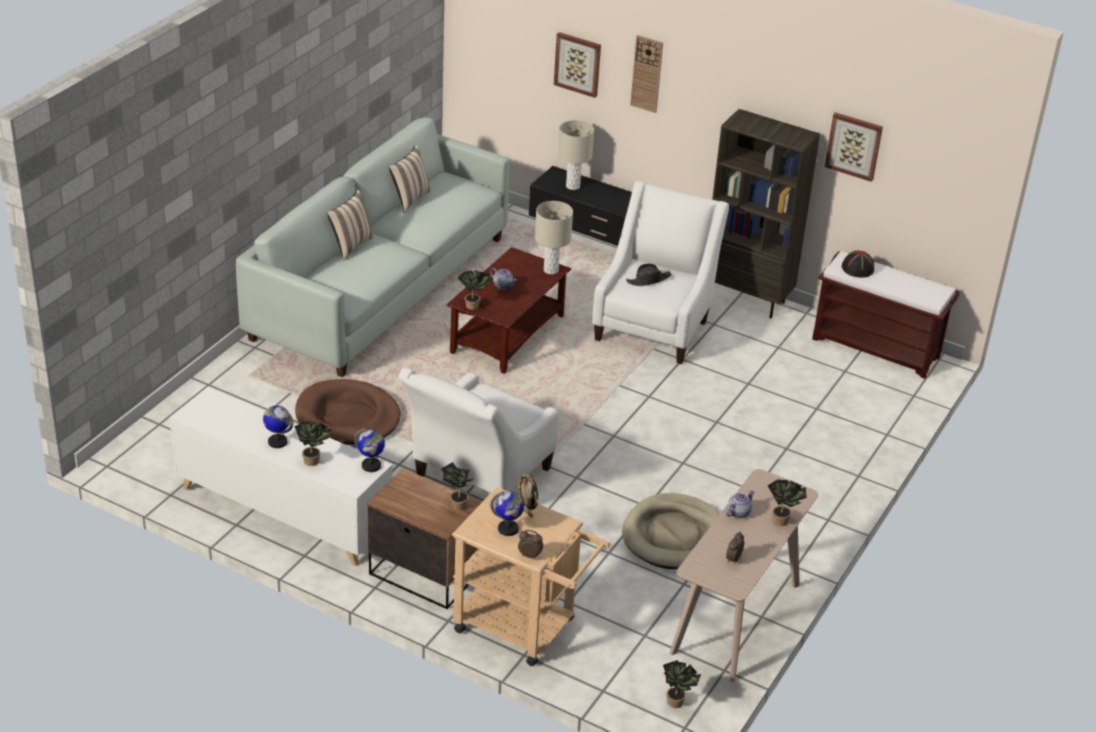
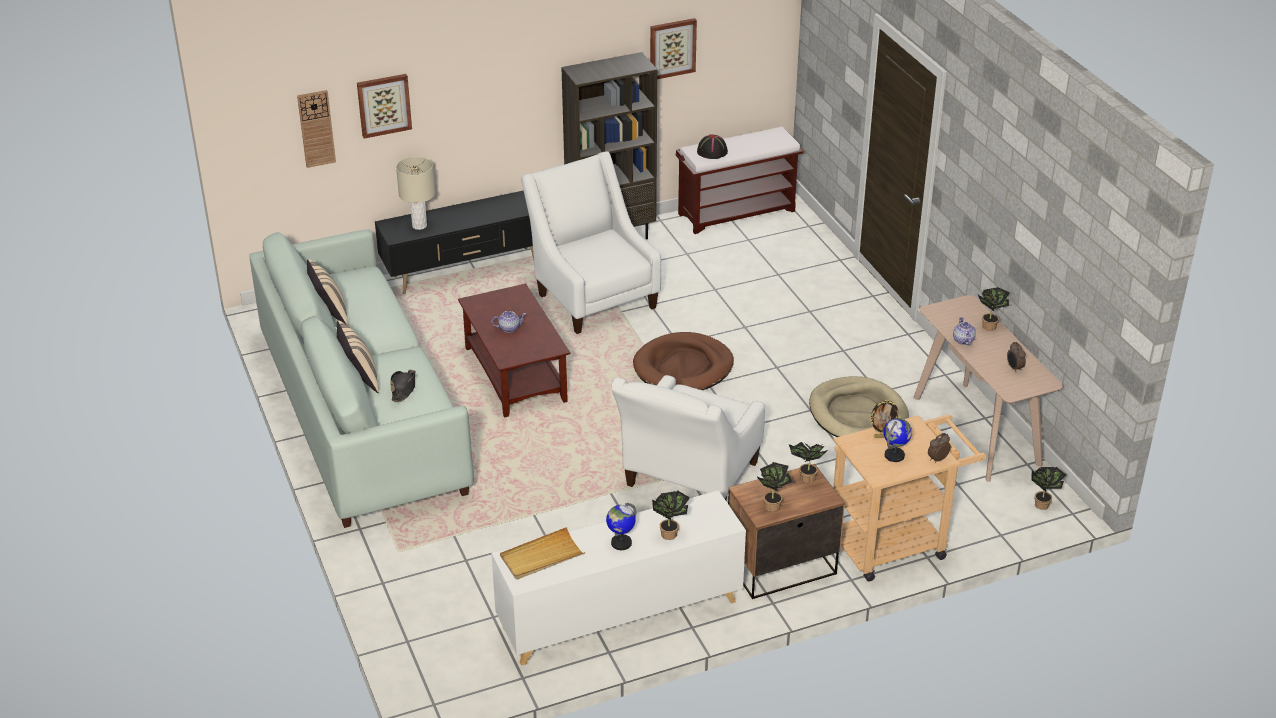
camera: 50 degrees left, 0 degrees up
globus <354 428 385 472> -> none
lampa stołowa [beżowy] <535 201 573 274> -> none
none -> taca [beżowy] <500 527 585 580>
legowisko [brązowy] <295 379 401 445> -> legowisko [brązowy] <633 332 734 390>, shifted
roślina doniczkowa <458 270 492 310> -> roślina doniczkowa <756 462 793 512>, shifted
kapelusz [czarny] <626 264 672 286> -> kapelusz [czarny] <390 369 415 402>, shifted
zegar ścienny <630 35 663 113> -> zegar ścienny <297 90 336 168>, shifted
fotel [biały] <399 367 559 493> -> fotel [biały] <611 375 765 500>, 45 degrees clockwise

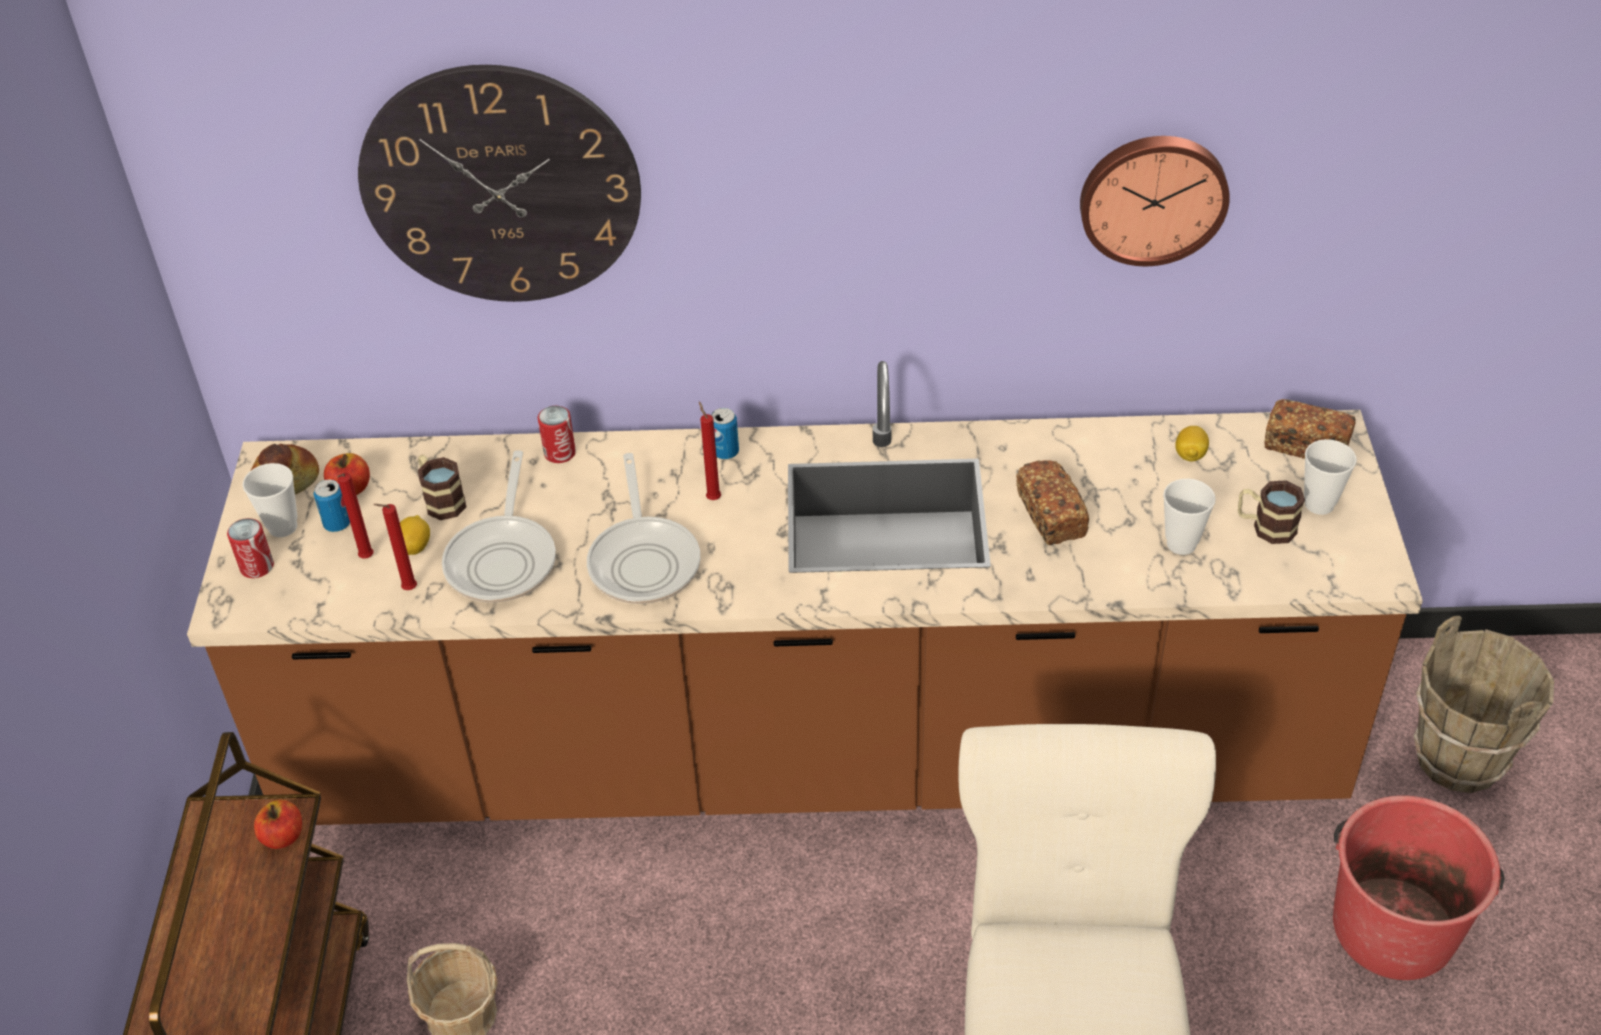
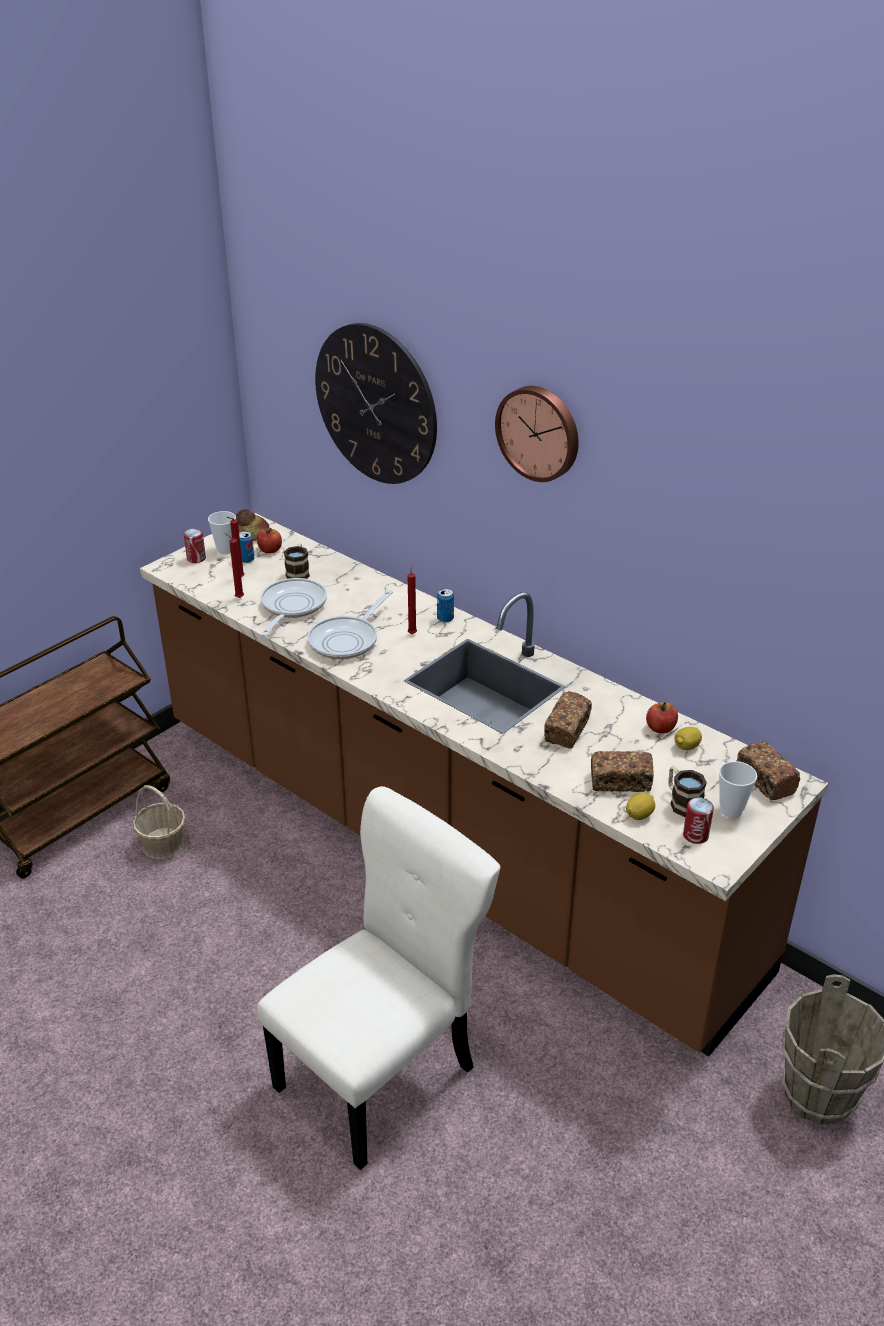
camera: 40 degrees right, 10 degrees down
wiadro [czerwony] <1333 795 1505 980> -> none
jabłko <254 800 302 849> -> jabłko <646 702 678 734>, shifted
cytryna <400 515 430 555> -> cytryna <626 793 655 820>, shifted
puszka <538 406 576 463> -> puszka <683 797 714 844>, shifted
zegar ścienny <1080 136 1230 266> -> zegar ścienny <495 386 579 482>, shifted
filiżanka <1163 479 1216 555> -> chleb <591 751 654 792>
patelnia <442 450 556 603> -> patelnia <260 578 327 637>, 150 degrees clockwise

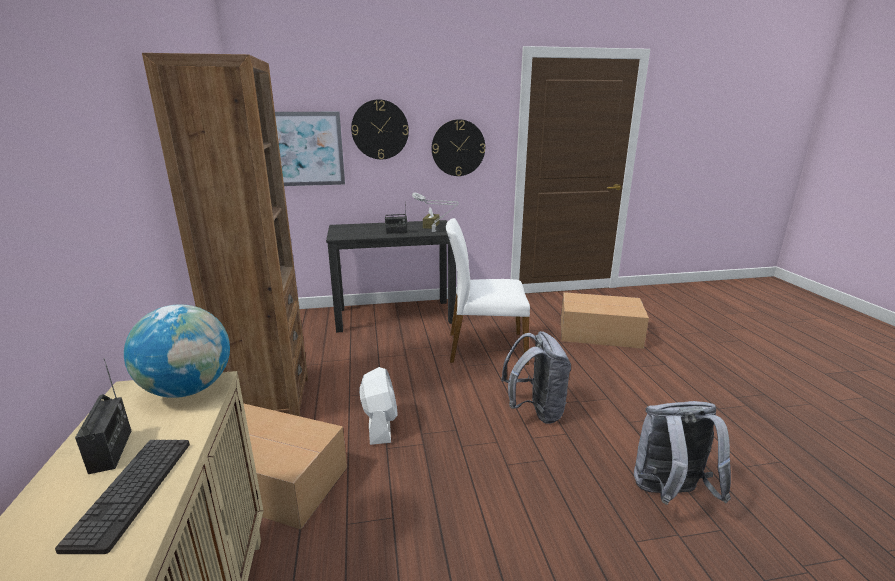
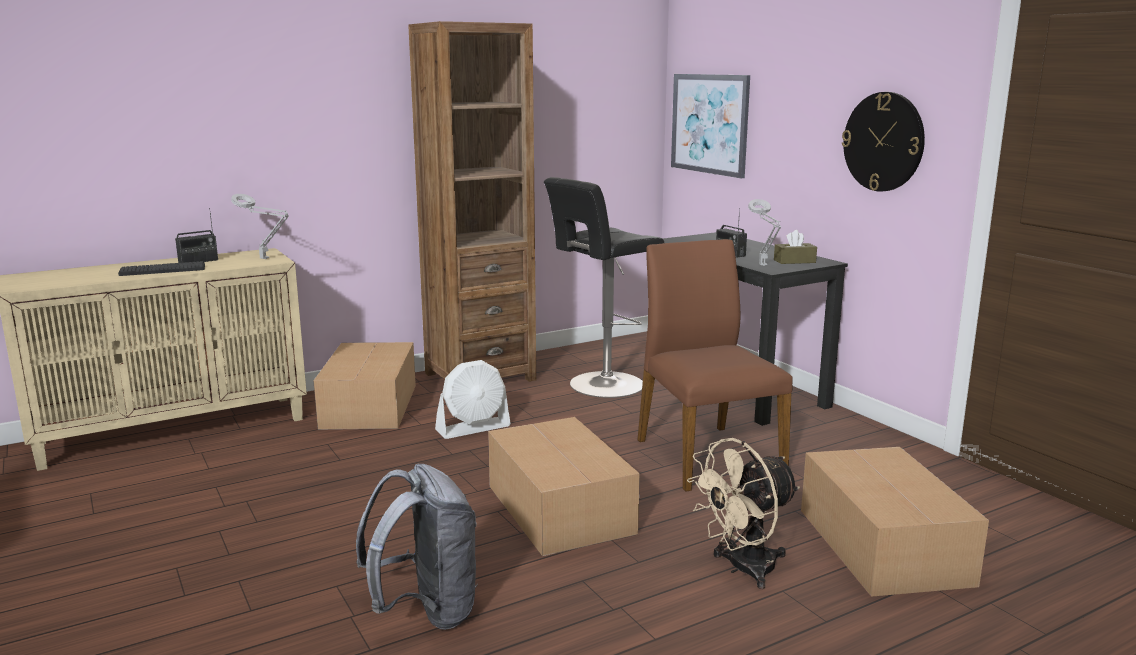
camera: 70 degrees right, 5 degrees down
zegar ścienny <351 99 409 159> -> none
none -> stołek [czarny] <544 177 664 398>
none -> wentylator [beżowy] <687 438 800 589>
globus <124 304 230 398> -> lampa stołowa [szary] <231 194 289 259>
plecak [szary] <501 331 571 424> -> karton <488 417 640 556>
krzesło [biały] <446 218 530 365> -> krzesło [brązowy] <637 239 793 492>

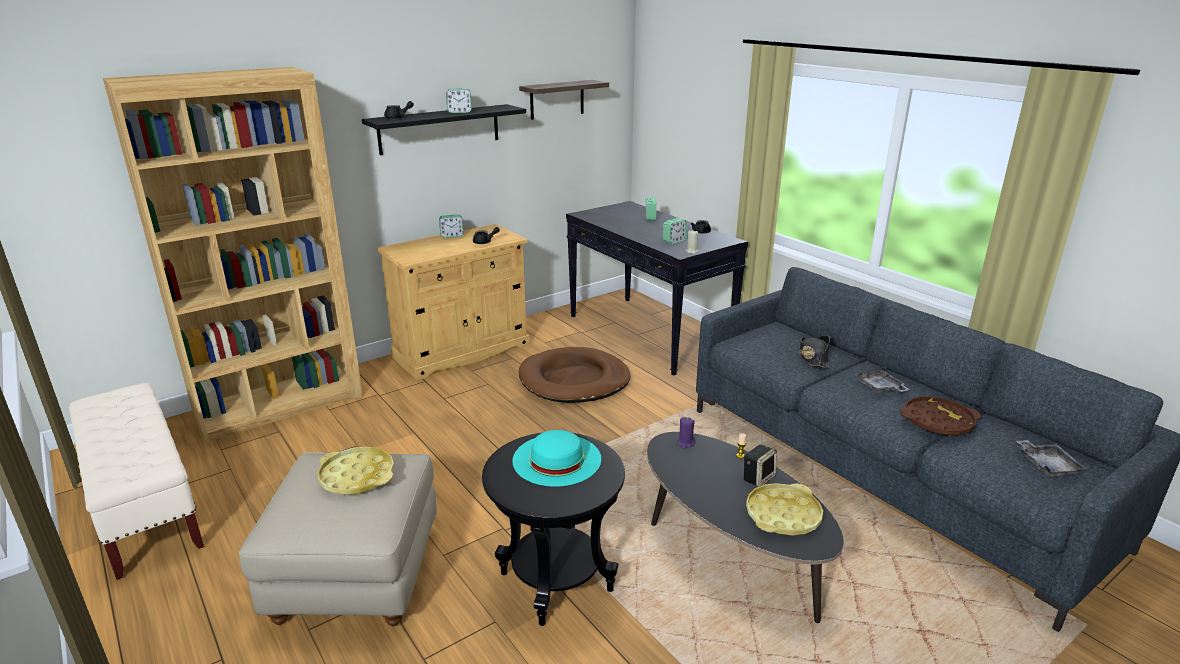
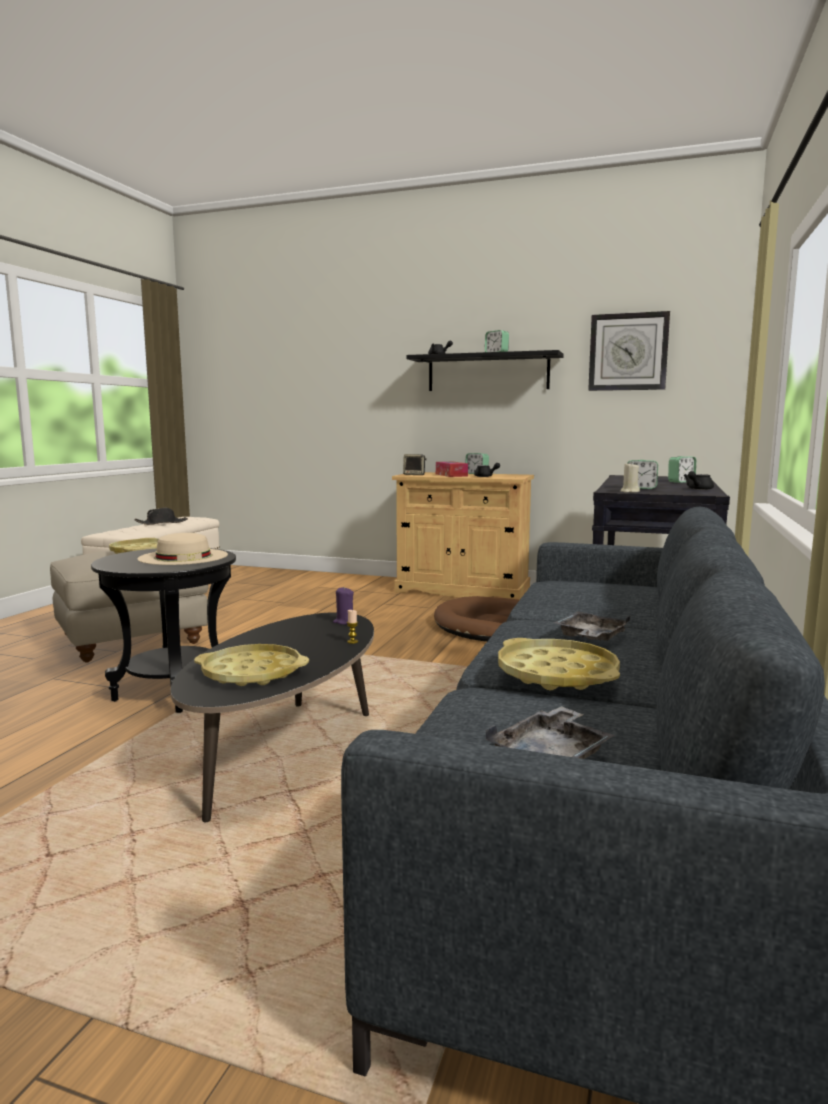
camera: 55 degrees right, 15 degrees down
regał [brązowy] <103 67 363 442> -> none
none -> pudełko chusteczek <436 462 468 477>
głośnik <743 444 777 487> -> głośnik <403 454 427 475>, shifted
kapelusz [czarny] <799 336 830 368> -> kapelusz [czarny] <134 508 188 525>, shifted
półka <519 80 609 120> -> zegar ścienny <588 311 670 391>
kapelusz [turkusowy] <512 430 601 487> -> kapelusz [beżowy] <138 533 228 565>
taca [brązowy] <899 396 981 435> -> taca [żółty] <498 638 620 690>

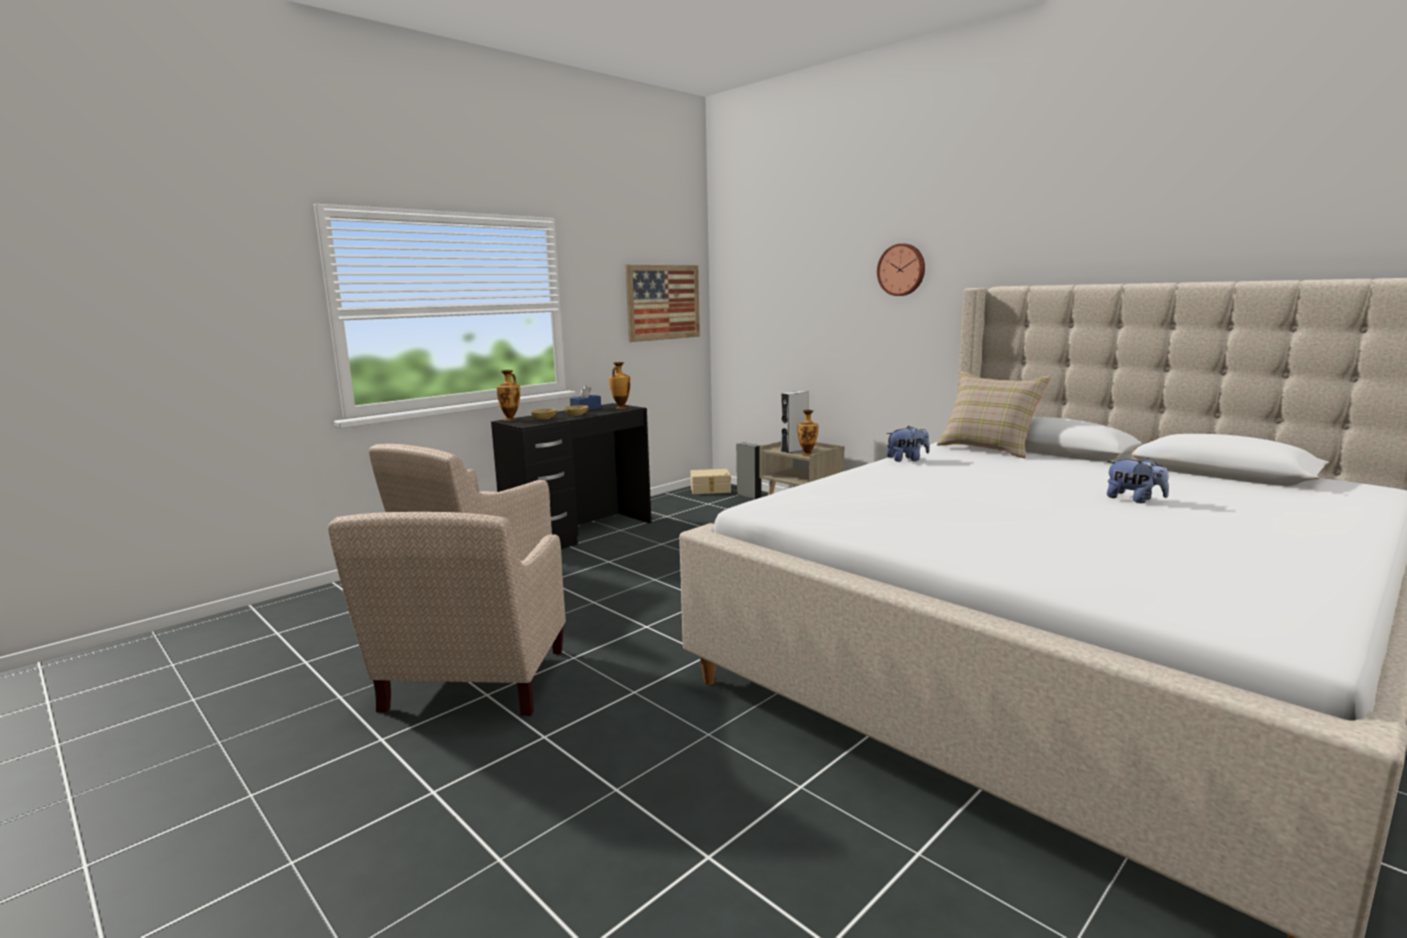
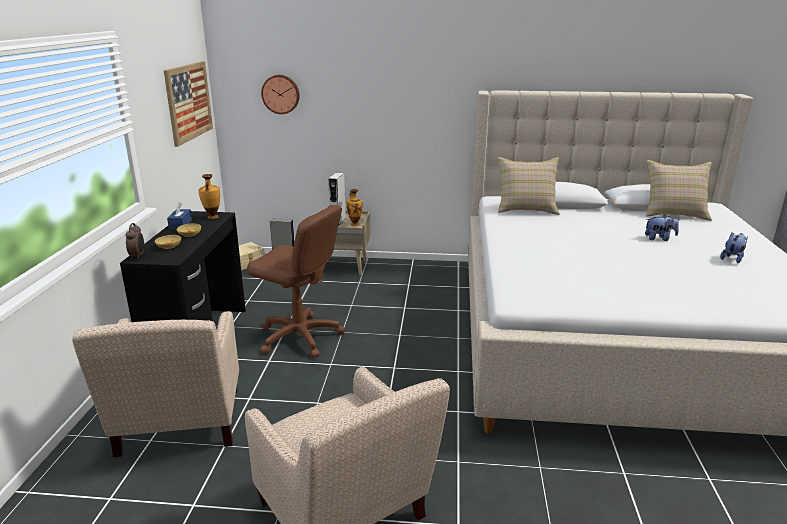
camera: 40 degrees left, 10 degrees up
none -> krzesło biurowe [brązowy] <247 205 345 358>
none -> poduszka [beżowy] <646 160 712 221>
zegar ścienny <877 243 925 296> -> zegar ścienny <261 75 300 114>, shifted
pluszak <886 426 930 462> -> pluszak <720 233 748 264>, shifted
wazon <496 370 520 421> -> budzik <126 223 144 259>

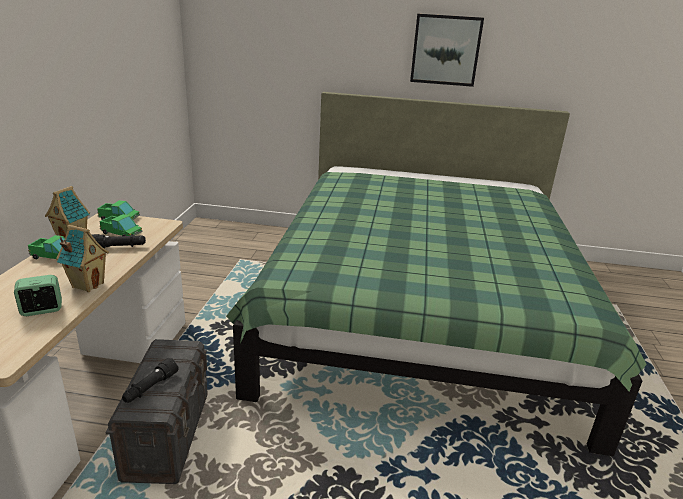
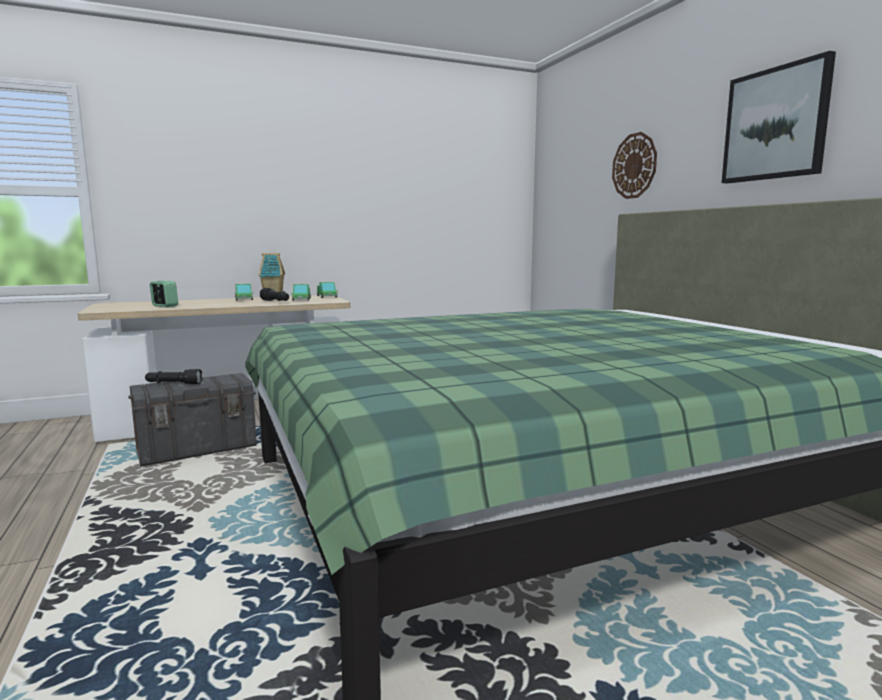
camera: 60 degrees right, 15 degrees down
domek <56 225 109 292> -> none
none -> zegar ścienny <612 132 657 199>

